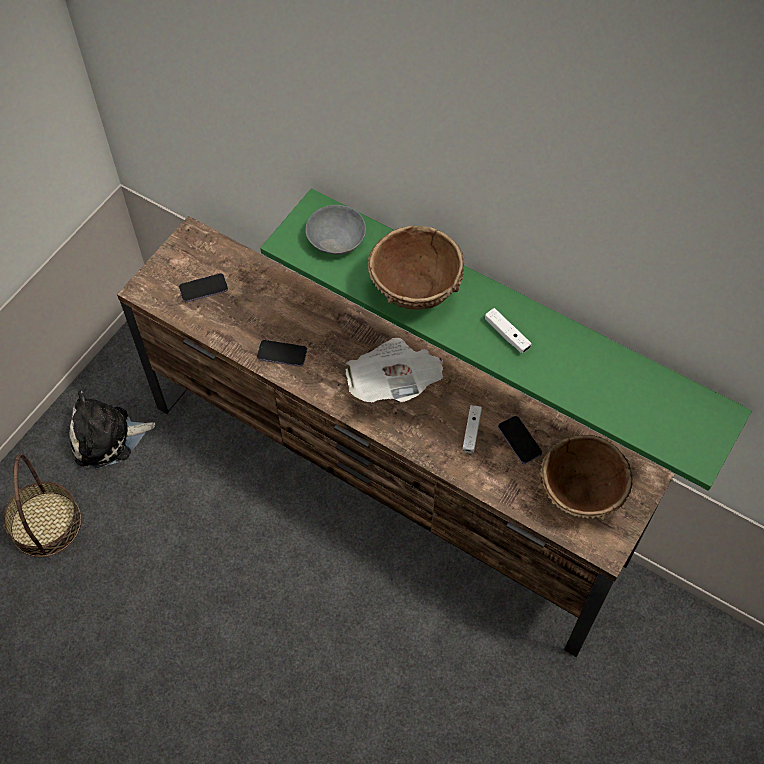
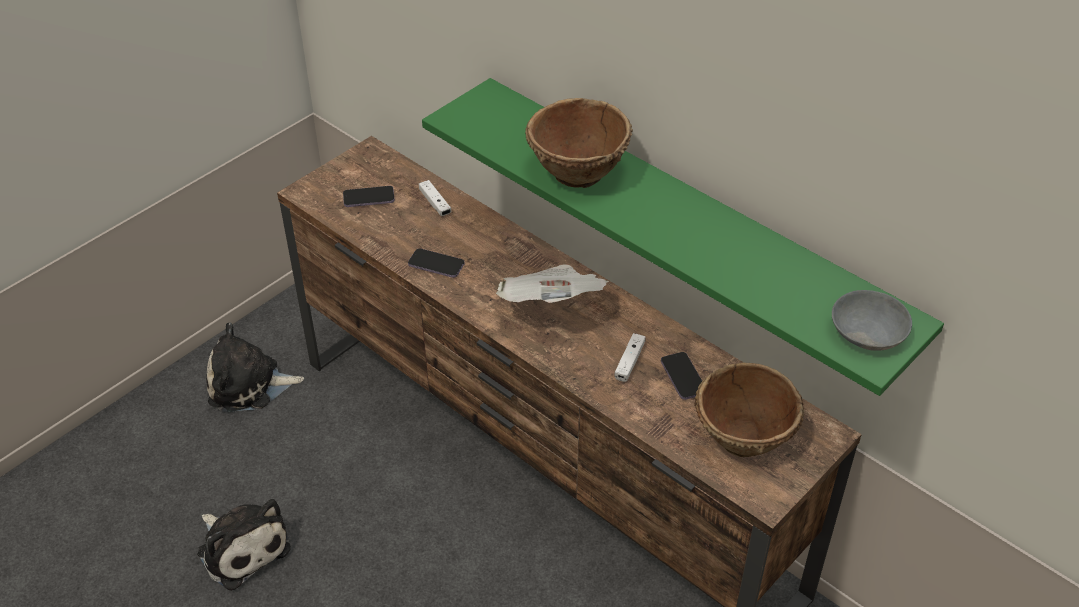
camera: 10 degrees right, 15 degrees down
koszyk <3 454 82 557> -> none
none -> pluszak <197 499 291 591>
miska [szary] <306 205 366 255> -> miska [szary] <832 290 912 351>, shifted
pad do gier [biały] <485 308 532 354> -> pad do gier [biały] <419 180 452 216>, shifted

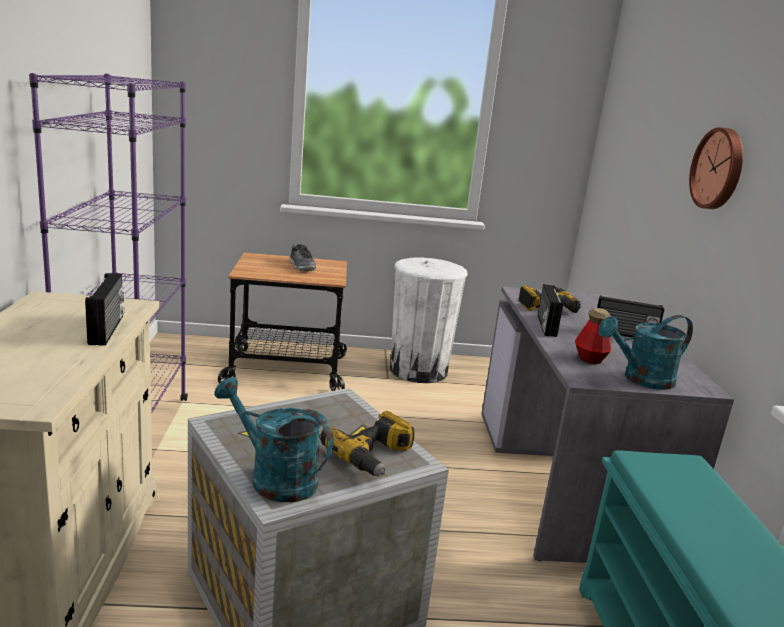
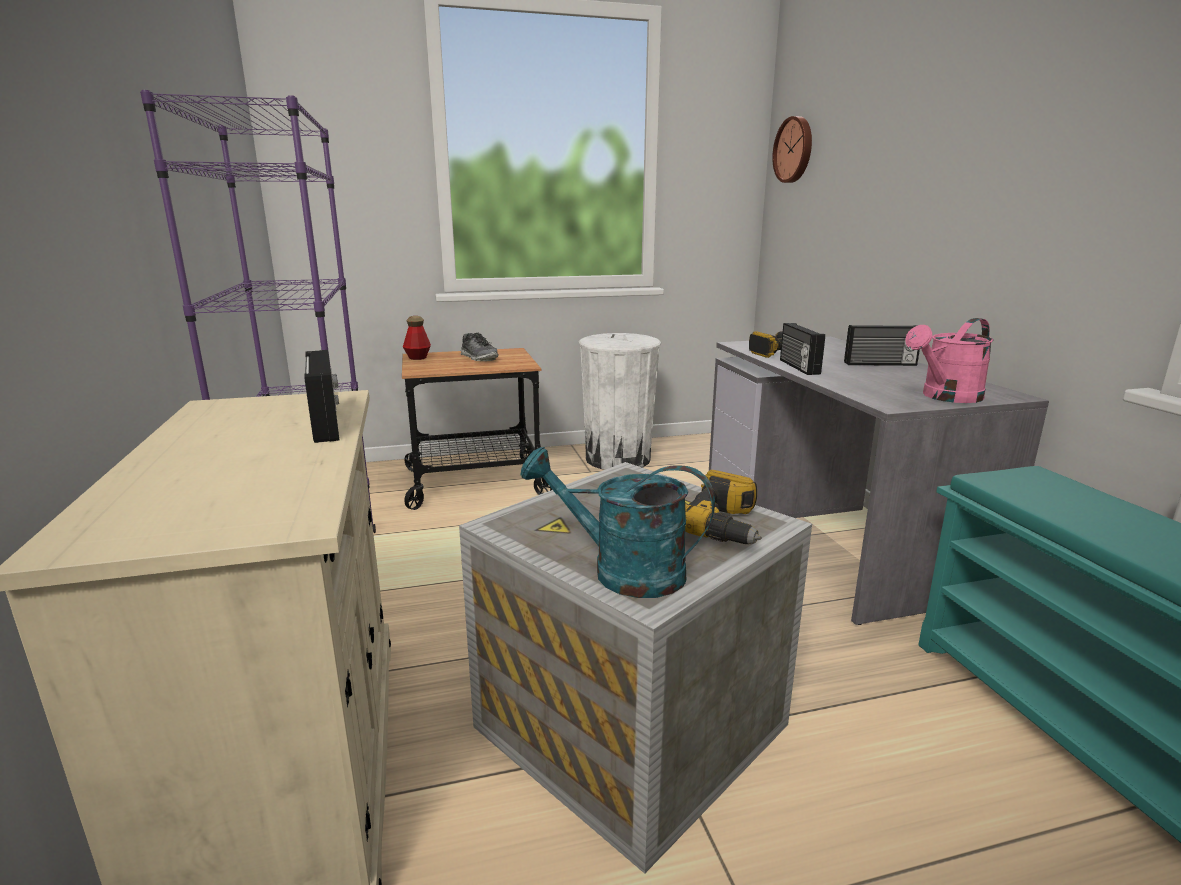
camera: 10 degrees left, 0 degrees up
butelka <575 308 611 364> -> butelka <403 316 431 360>, shifted
zegar ścienny <689 127 743 209> -> zegar ścienny <772 116 812 183>, shifted
konewka [turkusowy] <598 315 693 390> -> konewka [różowy] <905 318 994 403>

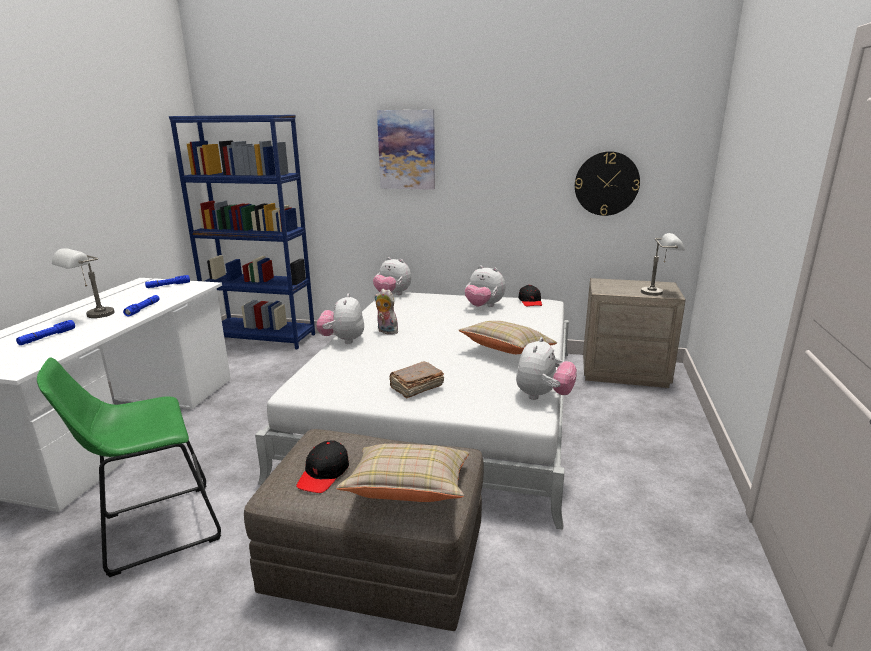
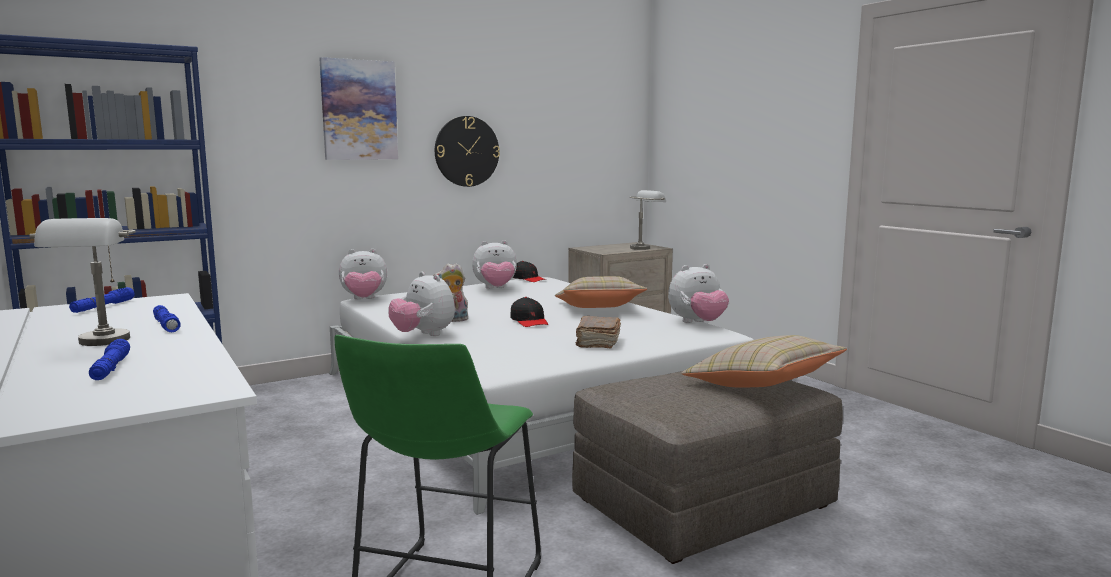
camera: 45 degrees left, 10 degrees down
czapka z daszkiem [czarny] <296 440 349 493> -> czapka z daszkiem [czarny] <510 297 548 327>, shifted
zegar ścienny <575 151 640 216> -> zegar ścienny <435 116 500 187>, shifted
pluszak <516 337 577 400> -> pluszak <668 264 729 323>, 90 degrees clockwise

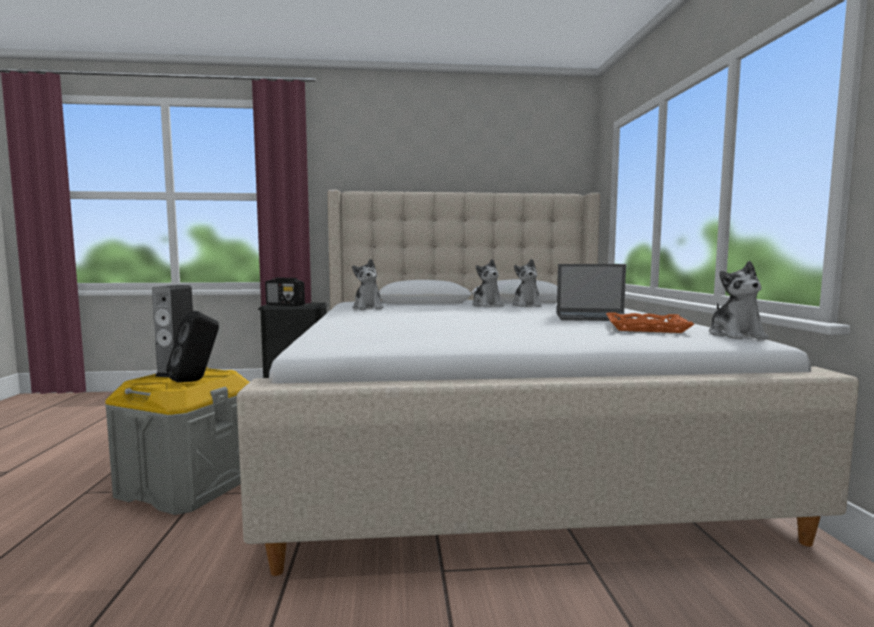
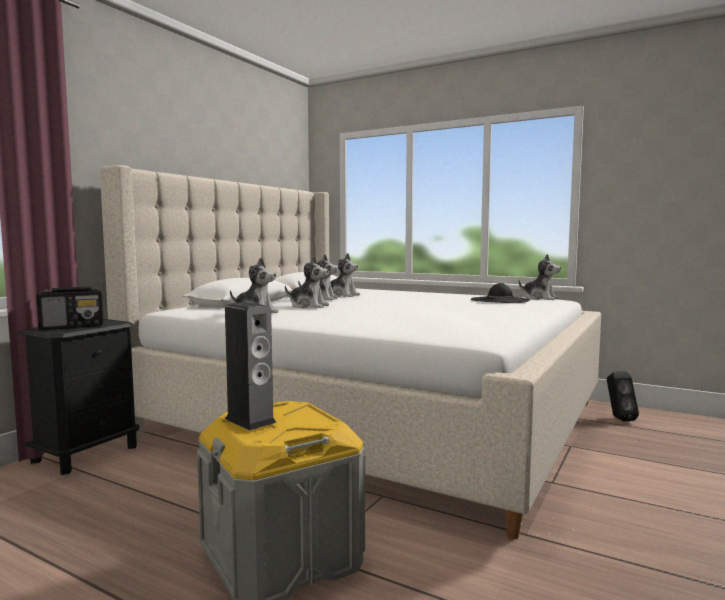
camera: 55 degrees left, 0 degrees up
laptop <557 264 633 321> -> none
none -> pluszak <285 256 329 308>
głośnik [czarny] <166 311 219 382> -> głośnik [czarny] <607 371 639 421>, shifted
taca [pomarańczowy] <606 312 694 333> -> kapelusz [czarny] <471 283 530 303>

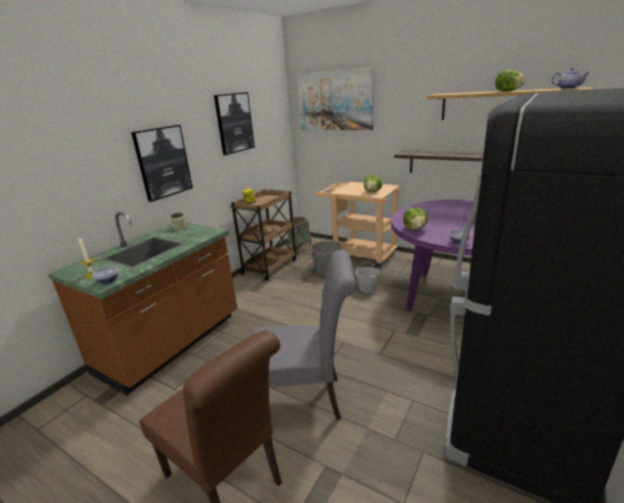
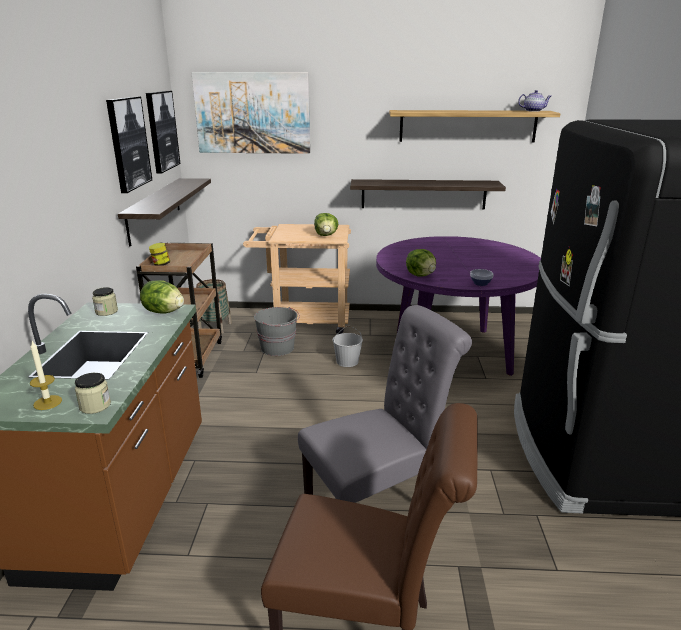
camera: 30 degrees left, 0 degrees up
none -> półka <118 178 211 246>
obraz <131 125 193 202> -> obraz <146 91 180 174>, shifted
sałata <495 69 526 92> -> sałata <140 280 184 314>, shifted
miska <92 266 119 285> -> słoik <75 373 111 414>

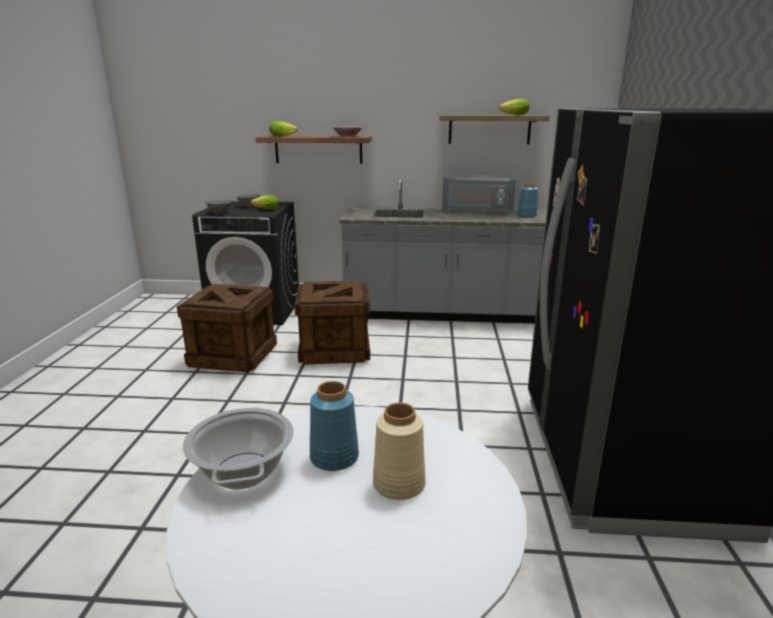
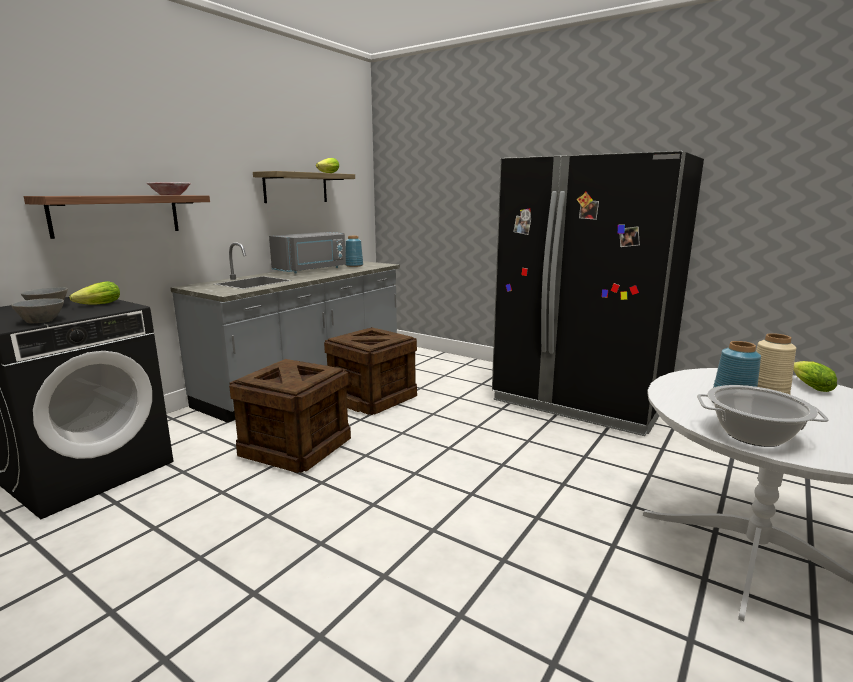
camera: 60 degrees left, 5 degrees down
skrzynka <177 284 277 372> -> skrzynka <324 327 417 415>, shifted
sałata <269 121 297 137> -> sałata <794 361 837 392>, shifted

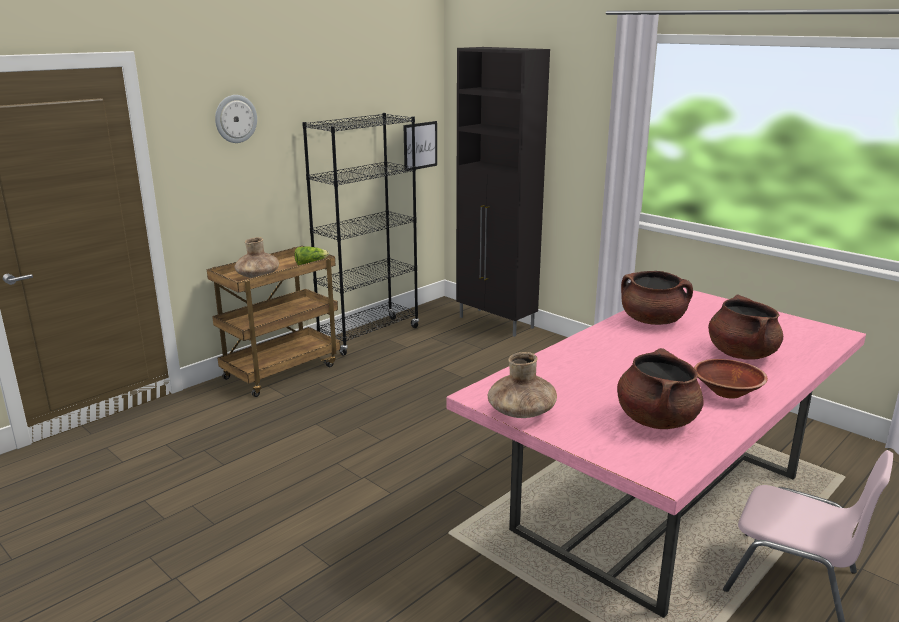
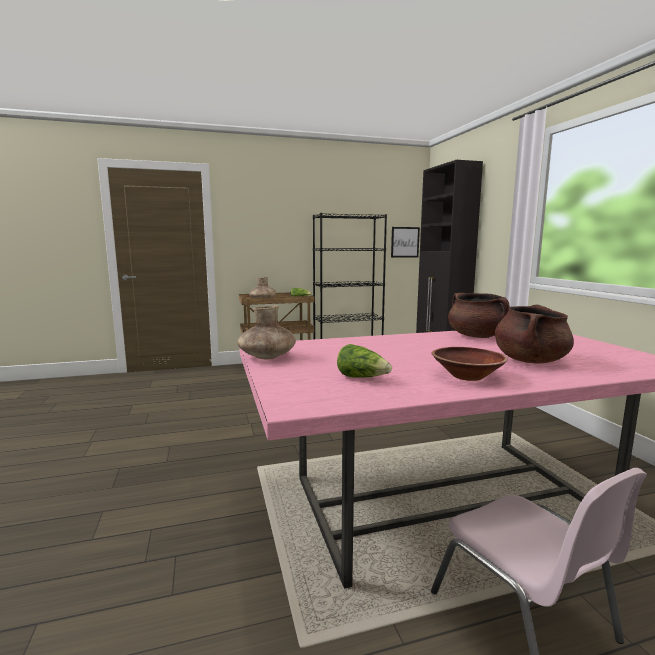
camera: 30 degrees right, 10 degrees down
zegar ścienny <215 95 257 143> -> none
garnek [brązowy] <617 348 703 429> -> sałata <337 344 392 378>

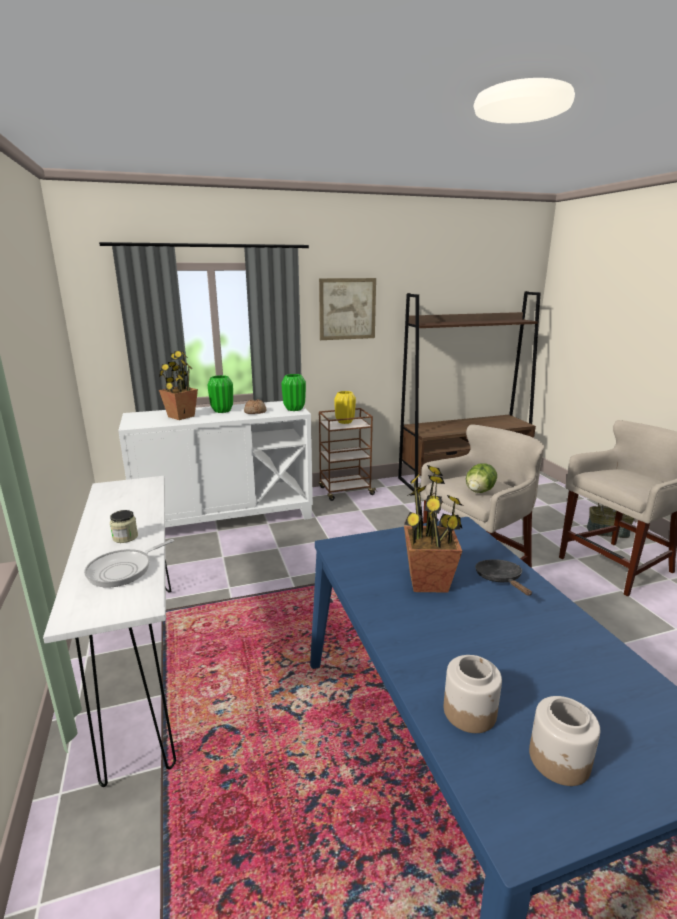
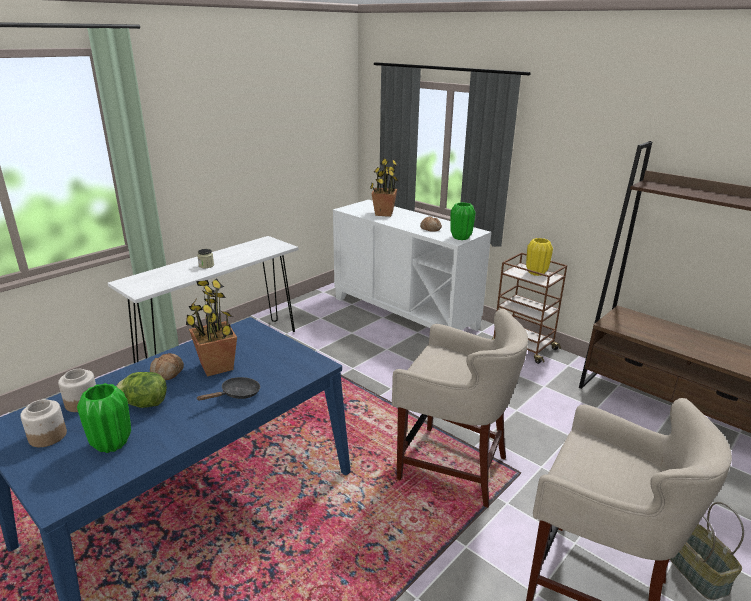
camera: 60 degrees right, 5 degrees up
patelnia <84 539 174 588> -> none
obraz <319 278 376 340> -> none
none -> chleb <150 353 184 380>
wazon [zielony] <207 375 233 413> -> wazon [zielony] <77 383 131 453>, shifted
sałata <466 463 497 493> -> sałata <116 372 167 408>, shifted

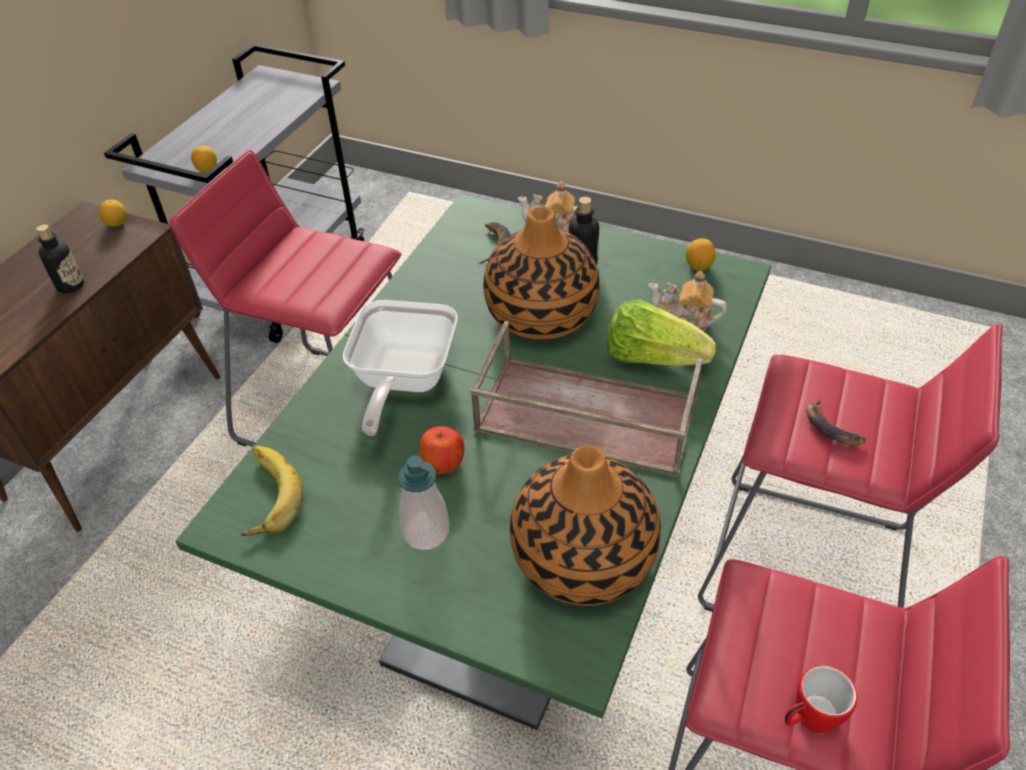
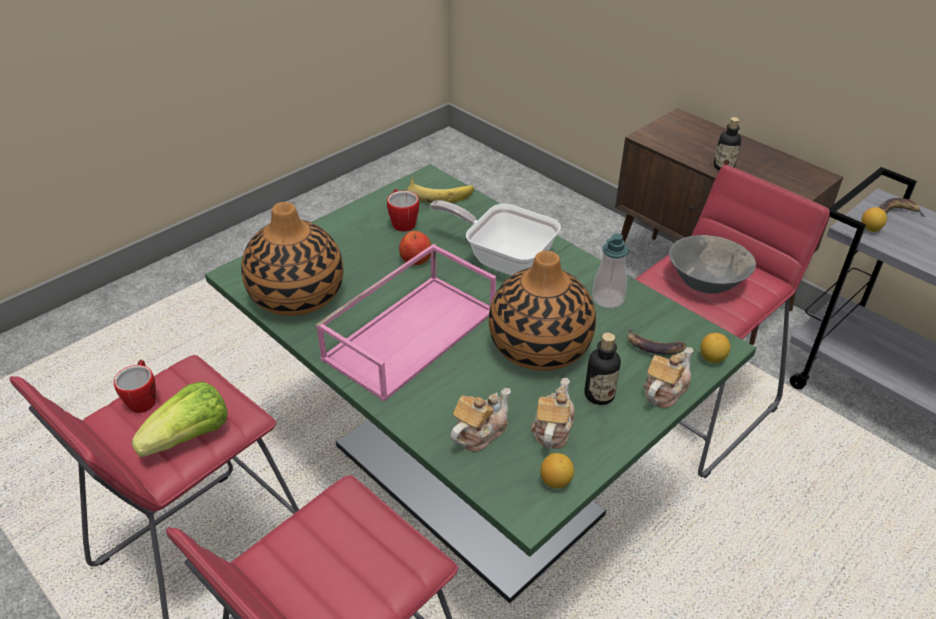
camera: 110 degrees right, 5 degrees down
none -> kubek <387 189 419 232>
none -> imbryk <531 378 575 449>
none -> miska [szary] <669 235 756 294>
cytryna <99 199 126 227> -> cytryna <700 333 730 363>, shifted
dozownik mydła <398 455 449 550> -> dozownik mydła <592 233 629 308>, shifted
sałata <607 300 716 366> -> sałata <131 381 228 457>, shifted
banan <806 399 866 446> -> banan <879 198 927 217>, shifted
taca [brązowy] <470 321 703 476> -> taca [różowy] <316 244 496 401>

